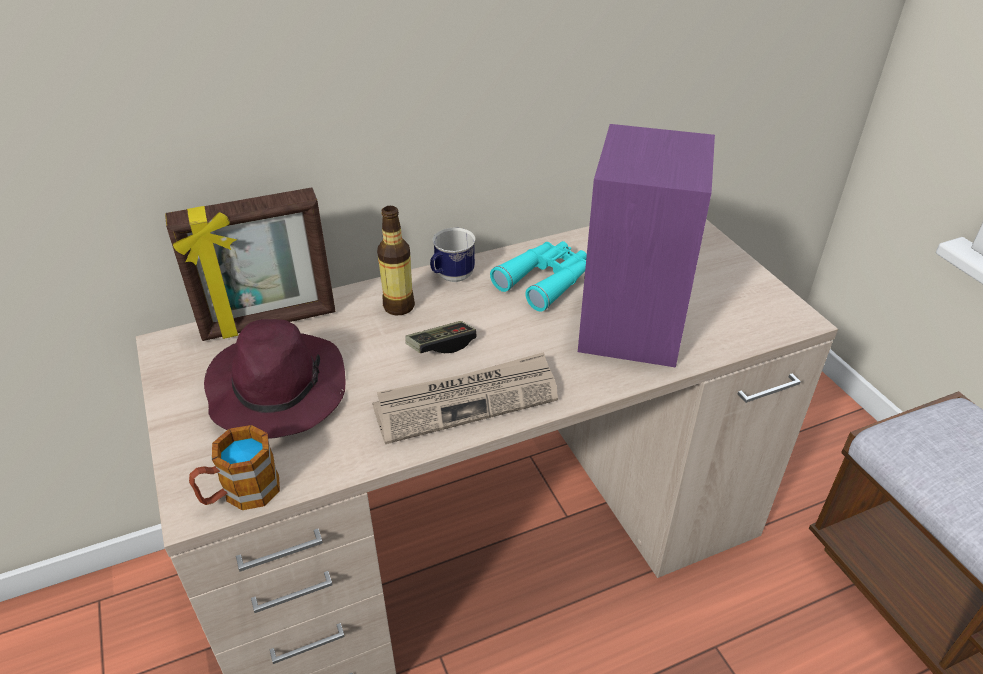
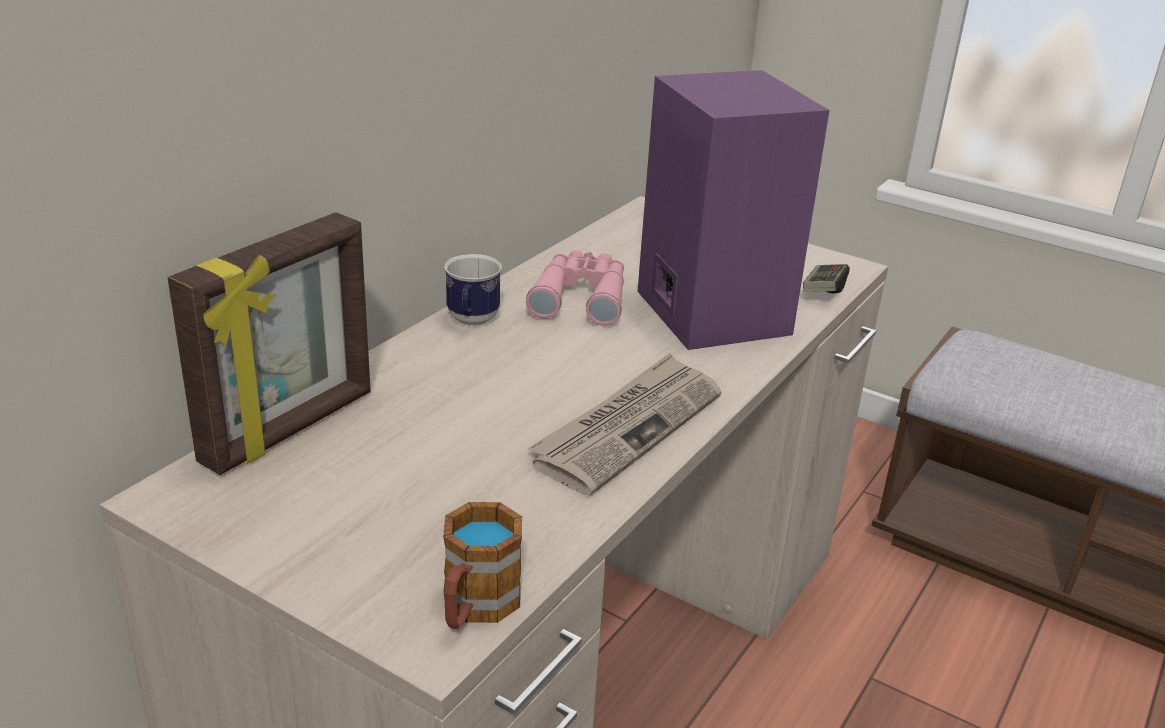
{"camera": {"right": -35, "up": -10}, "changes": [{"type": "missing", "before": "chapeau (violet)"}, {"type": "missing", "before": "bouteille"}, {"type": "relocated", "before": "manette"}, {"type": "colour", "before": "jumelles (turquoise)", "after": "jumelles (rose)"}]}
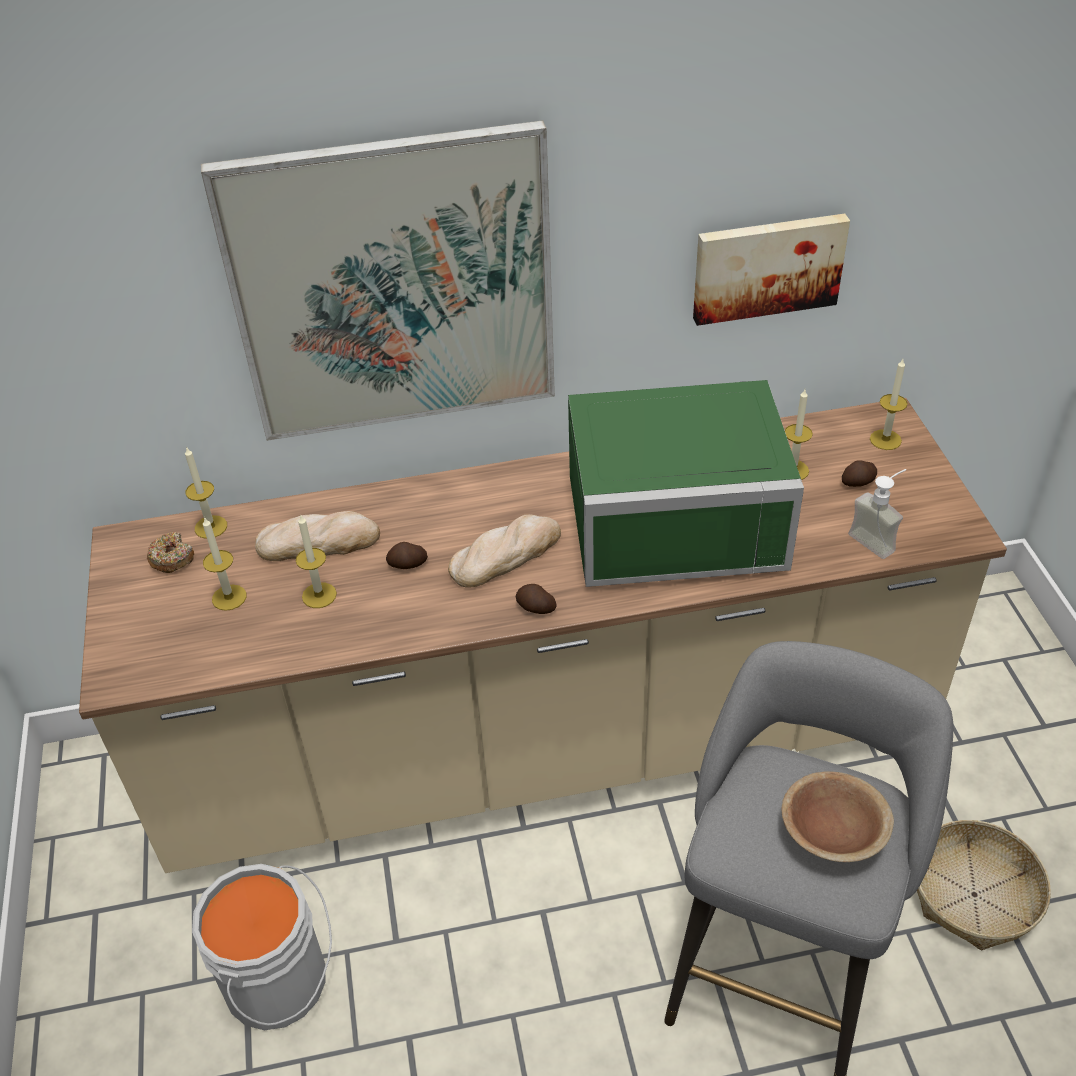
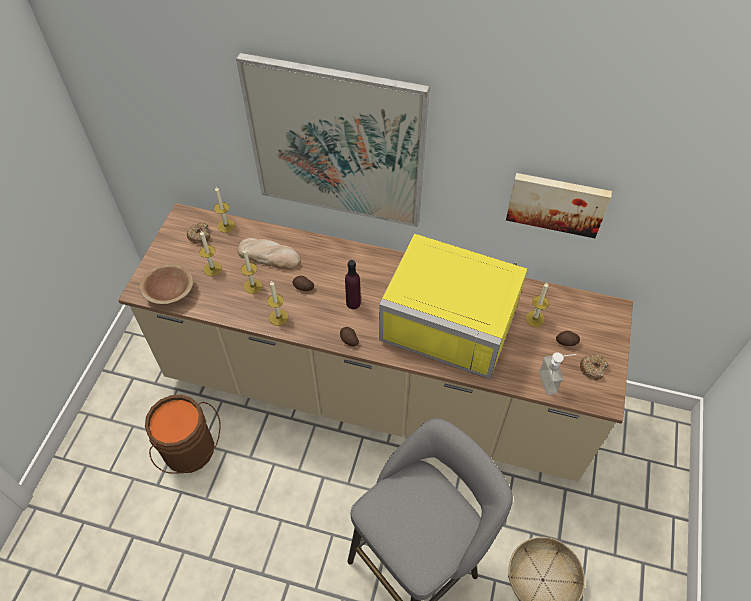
{"camera": {"right": 25, "up": 10}, "changes": [{"type": "appeared", "after": "beignet (no. 2 from left)"}, {"type": "relocated", "before": "bol (marron)"}, {"type": "relocated", "before": "bougie (no. 5 from left in the first image)", "after": "bougie (no. 4 from left)"}, {"type": "exchanged", "before": "pain (no. 2 from left)", "after": "bouteille (violet)"}, {"type": "colour", "before": "seau (gris)", "after": "seau (marron)"}, {"type": "colour", "before": "micro-ondes (vert)", "after": "micro-ondes (jaune)"}]}
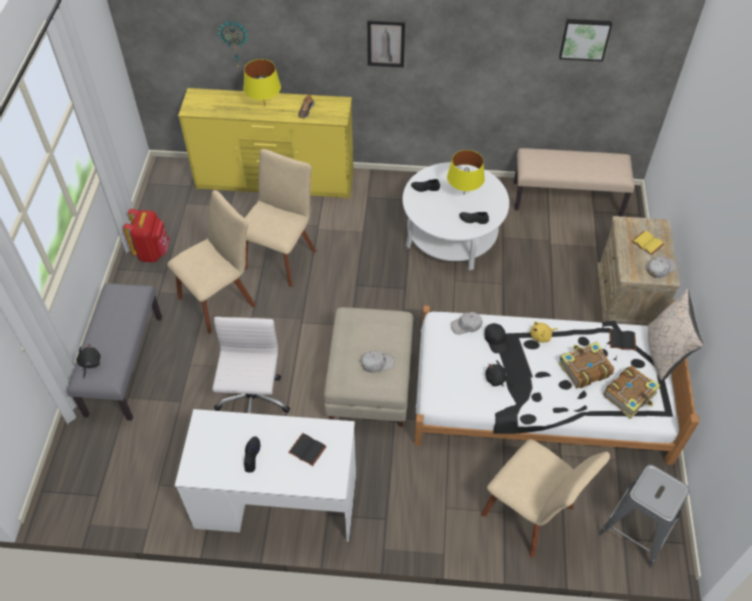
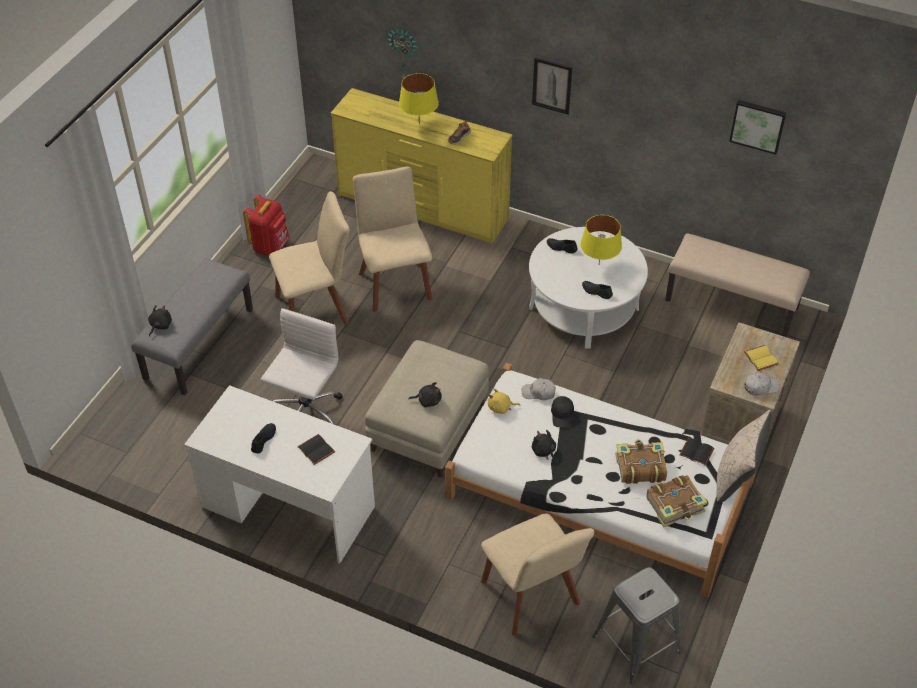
{"camera": {"right": 20, "up": -5}, "changes": [{"type": "relocated", "before": "peluche (jaune)"}, {"type": "exchanged", "before": "casquette (blanc) (no. 1 from left)", "after": "peluche (noir) (no. 2 from left)"}, {"type": "spun", "before": "chaise (beige) (no. 2 from left)", "turn": -60}]}
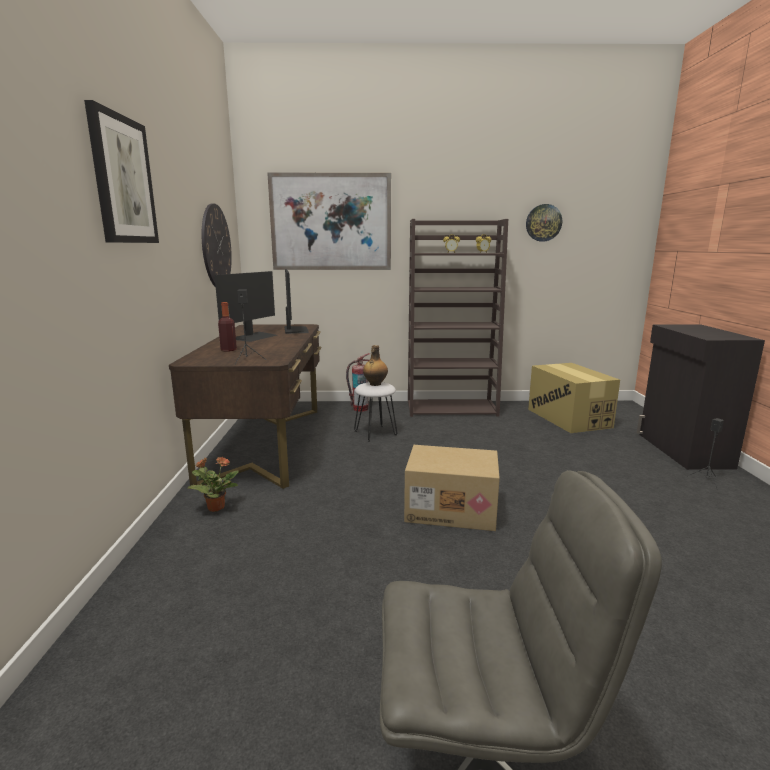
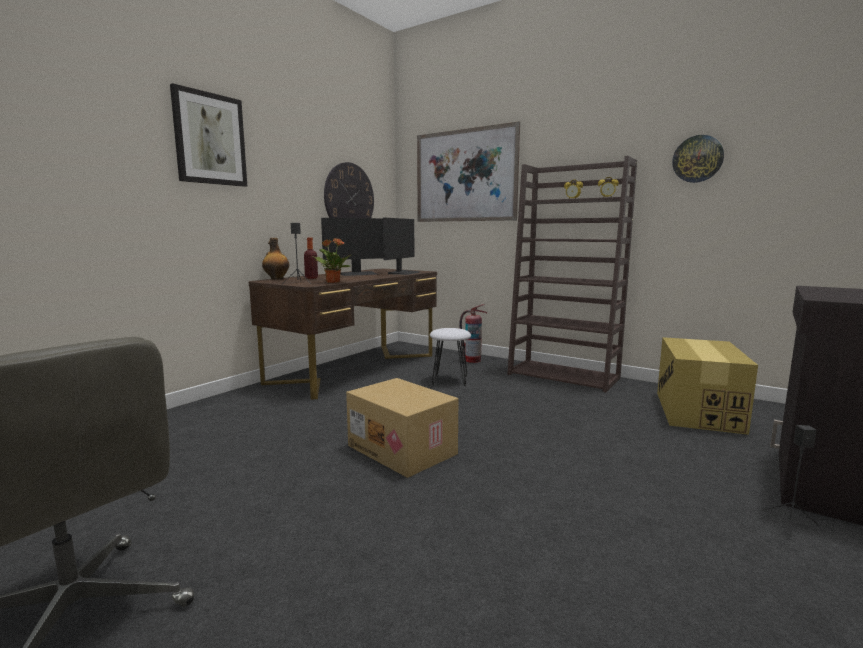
{"camera": {"right": 35, "up": -5}, "changes": [{"type": "relocated", "before": "plante en pot"}, {"type": "relocated", "before": "bouteille (no. 2 from left in the first image)", "after": "bouteille (no. 1 from left)"}]}
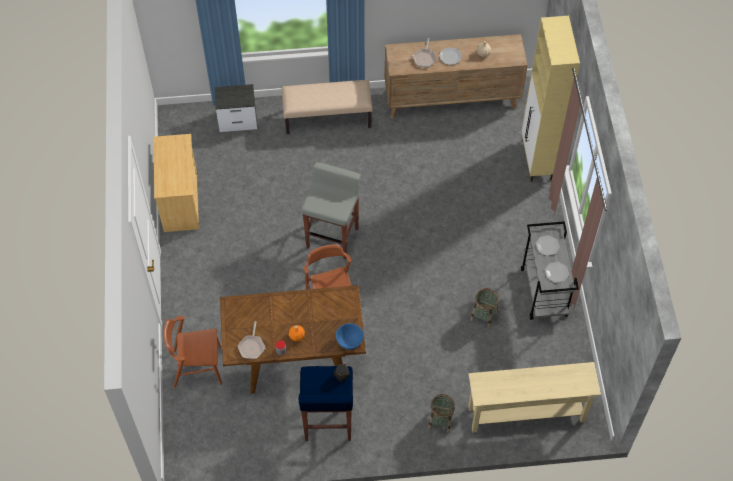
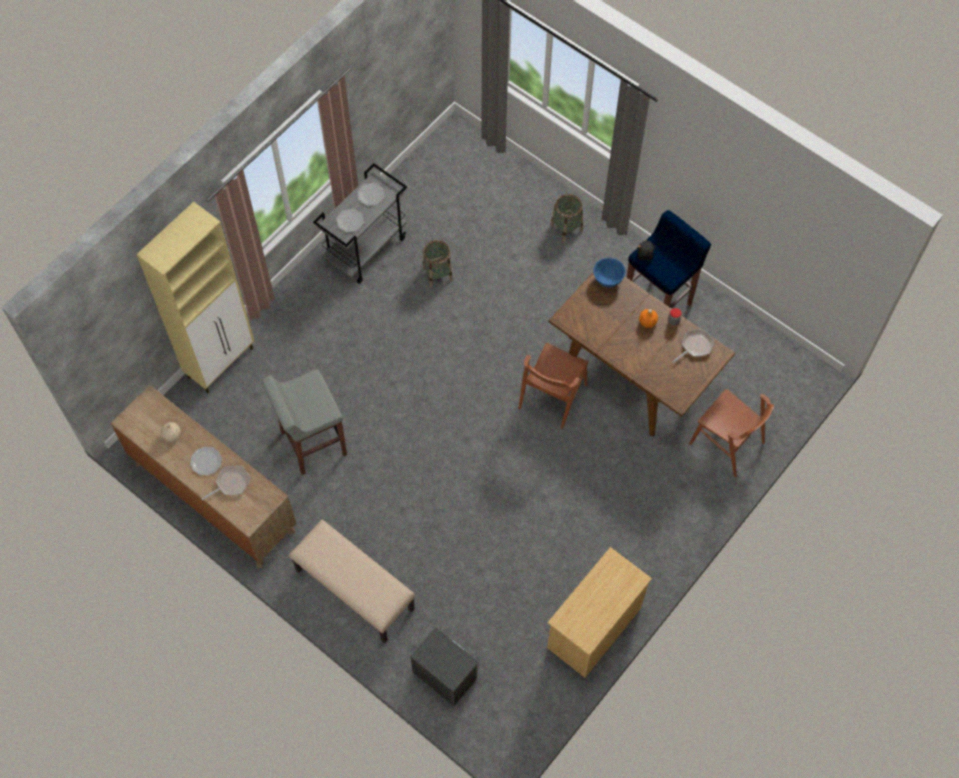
{"camera": {"right": -135, "up": 5}, "changes": [{"type": "missing", "before": "table console (beige)"}, {"type": "relocated", "before": "tabouret (gris)"}]}
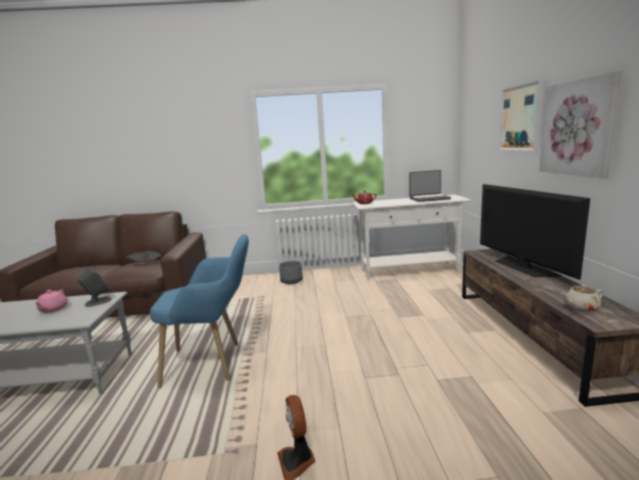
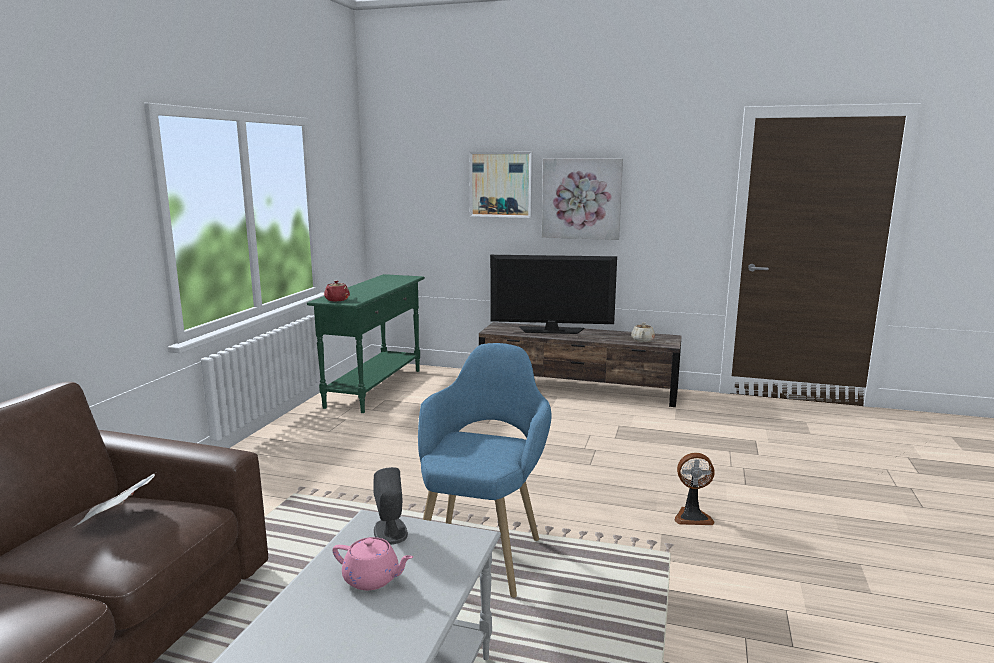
{"camera": {"right": -70, "up": 0}, "changes": [{"type": "missing", "before": "cache-pot (gris)"}, {"type": "missing", "before": "ordinateur portable"}, {"type": "colour", "before": "table console (blanc)", "after": "table console (vert)"}]}
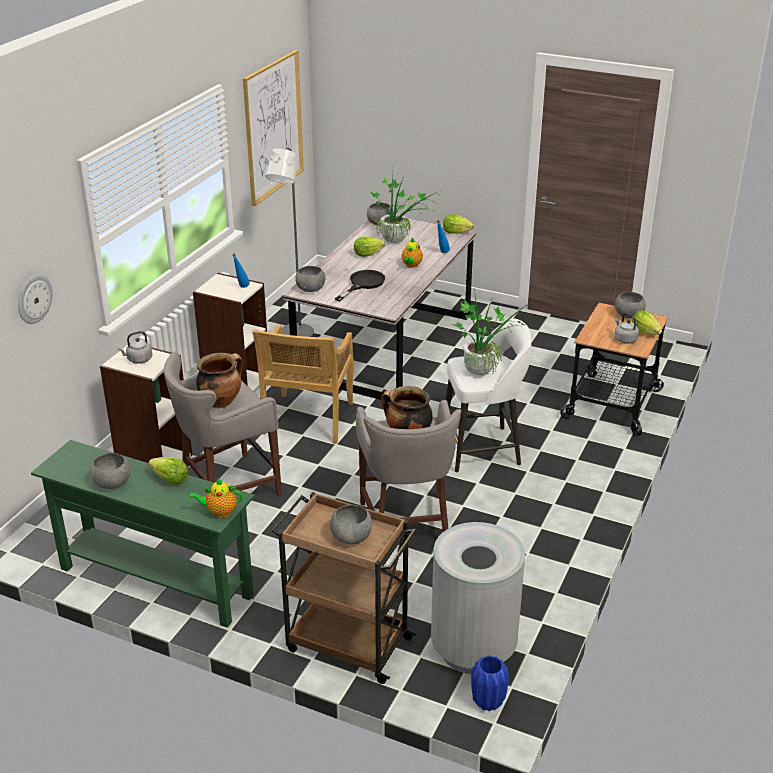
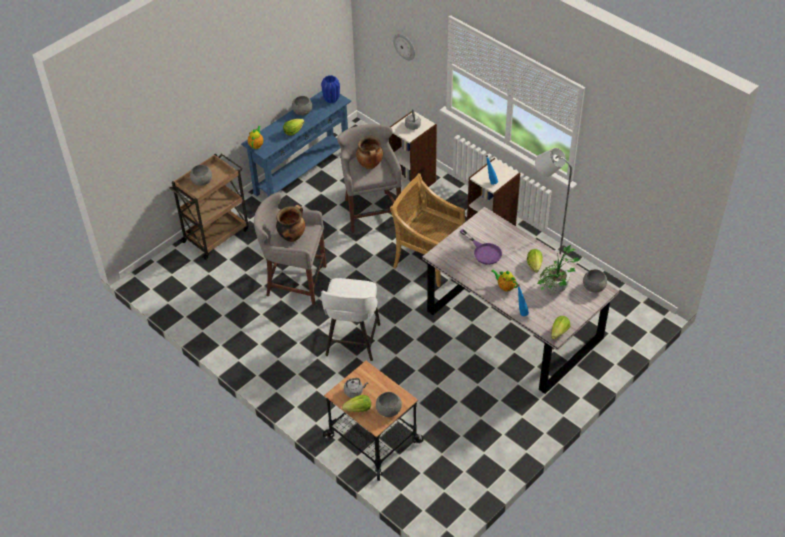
{"camera": {"right": 110, "up": 15}, "changes": [{"type": "missing", "before": "tableau"}, {"type": "missing", "before": "bol (gris) (no. 2 from left)"}, {"type": "missing", "before": "poubelle (gris)"}, {"type": "missing", "before": "plante en pot (no. 2 from left)"}, {"type": "relocated", "before": "vase (bleu)"}, {"type": "colour", "before": "table console (vert)", "after": "table console (bleu)"}, {"type": "colour", "before": "poêle (noir)", "after": "poêle (violet)"}]}
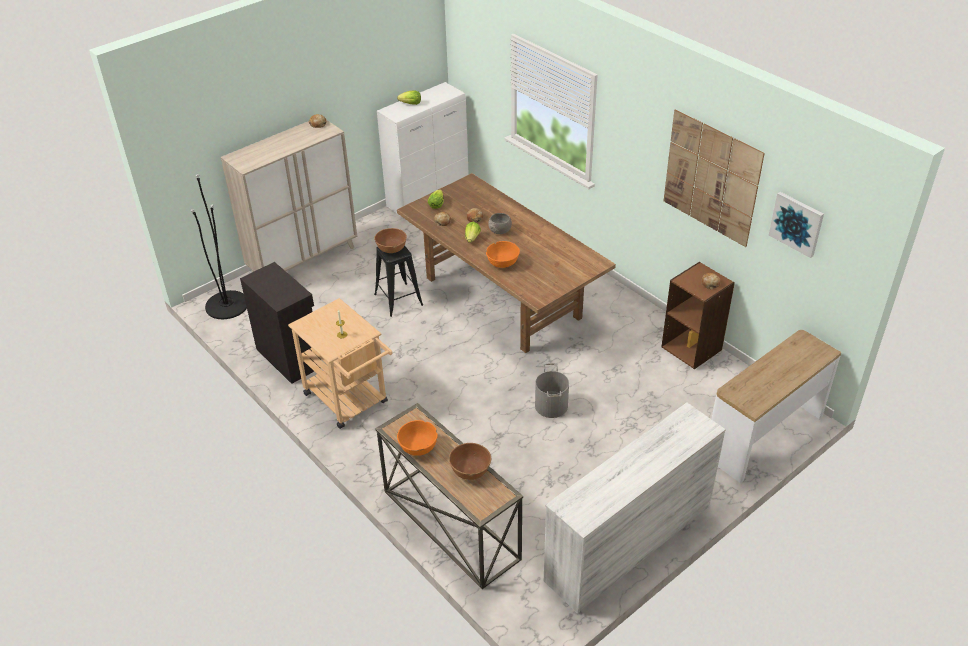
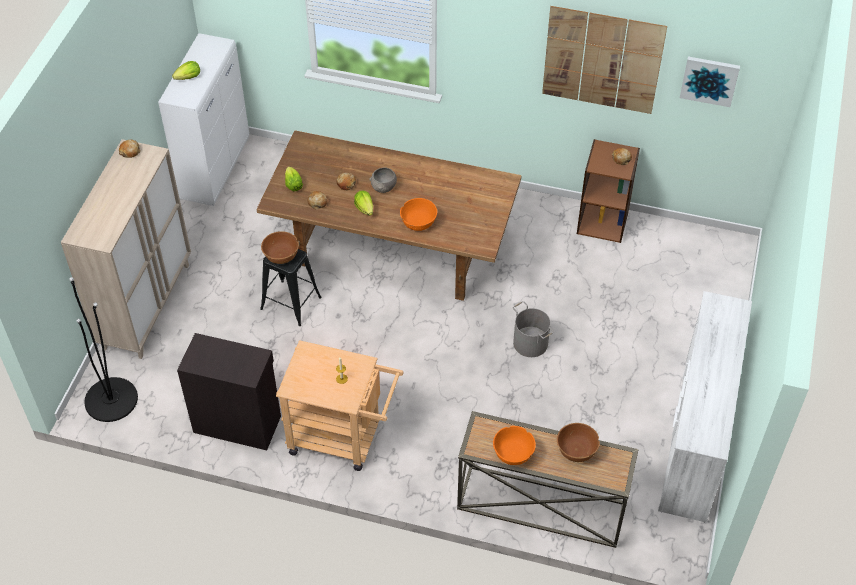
{"camera": {"right": -35, "up": 10}, "changes": [{"type": "missing", "before": "table console (no. 2 from left)"}]}
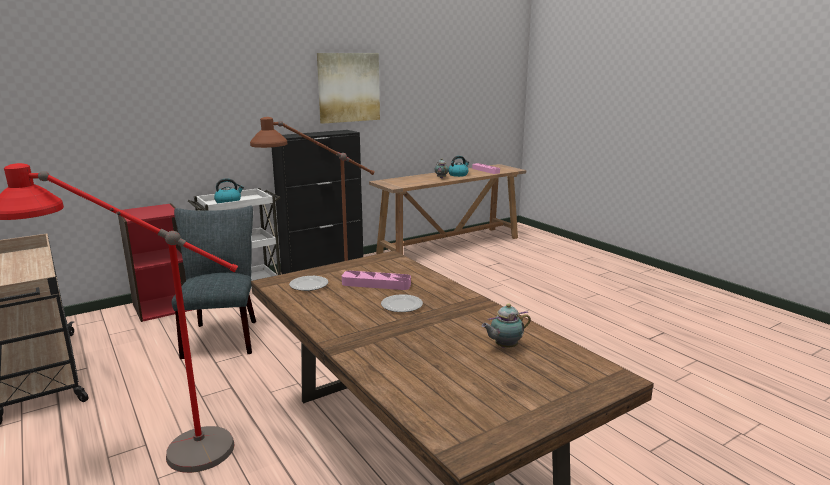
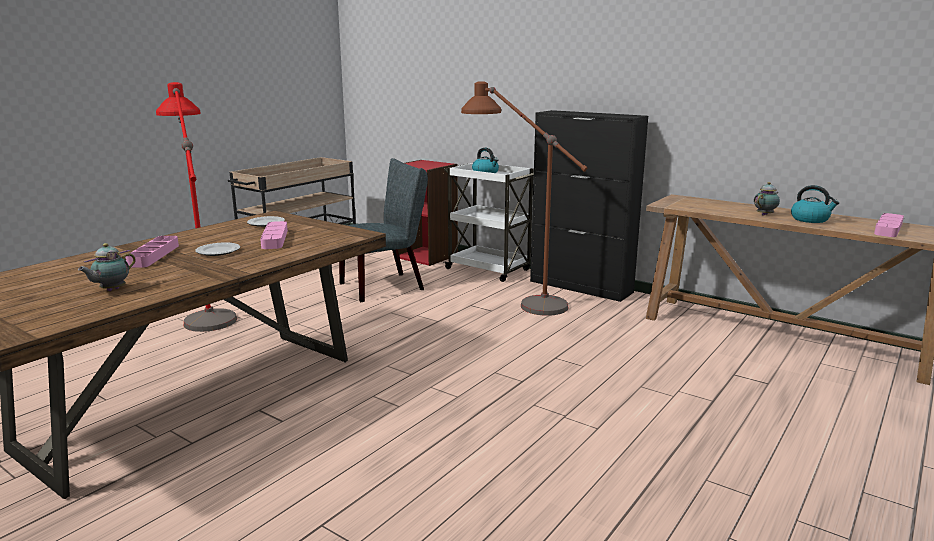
{"camera": {"right": 70, "up": 0}, "changes": [{"type": "missing", "before": "tableau"}, {"type": "appeared", "after": "plateau (rose) (no. 1 from left)"}, {"type": "spun", "before": "théière (no. 2 from left in the first image)", "turn": -105}]}
